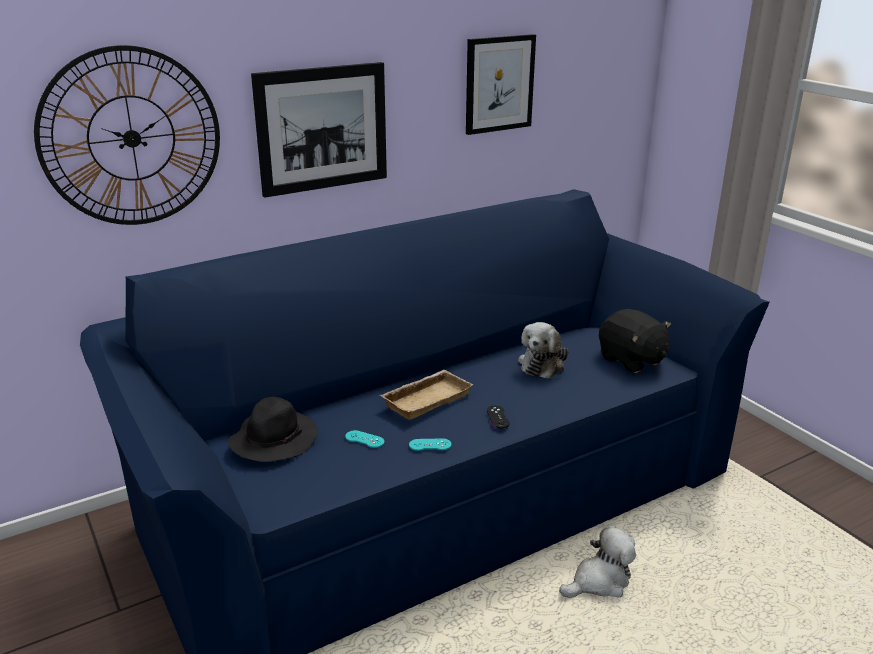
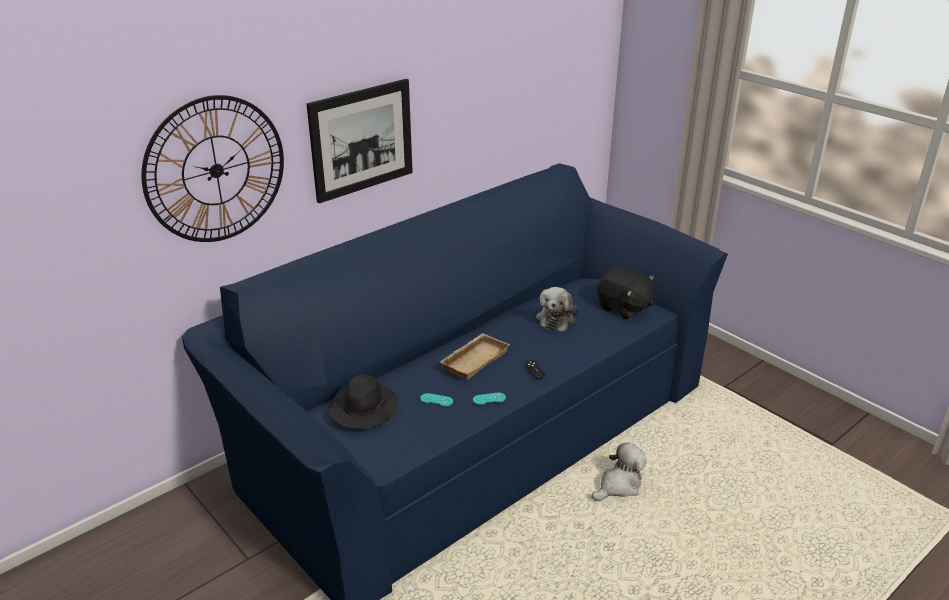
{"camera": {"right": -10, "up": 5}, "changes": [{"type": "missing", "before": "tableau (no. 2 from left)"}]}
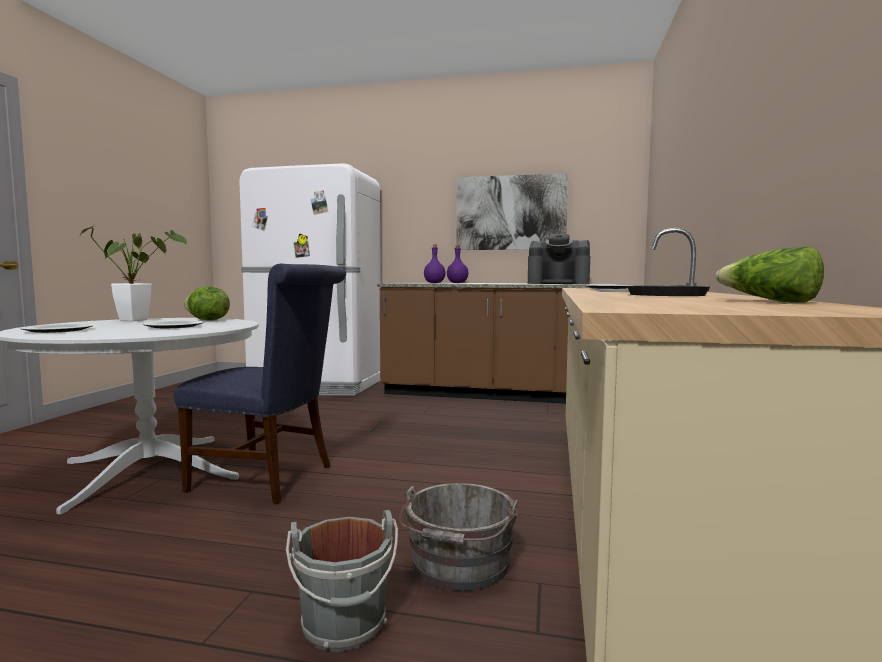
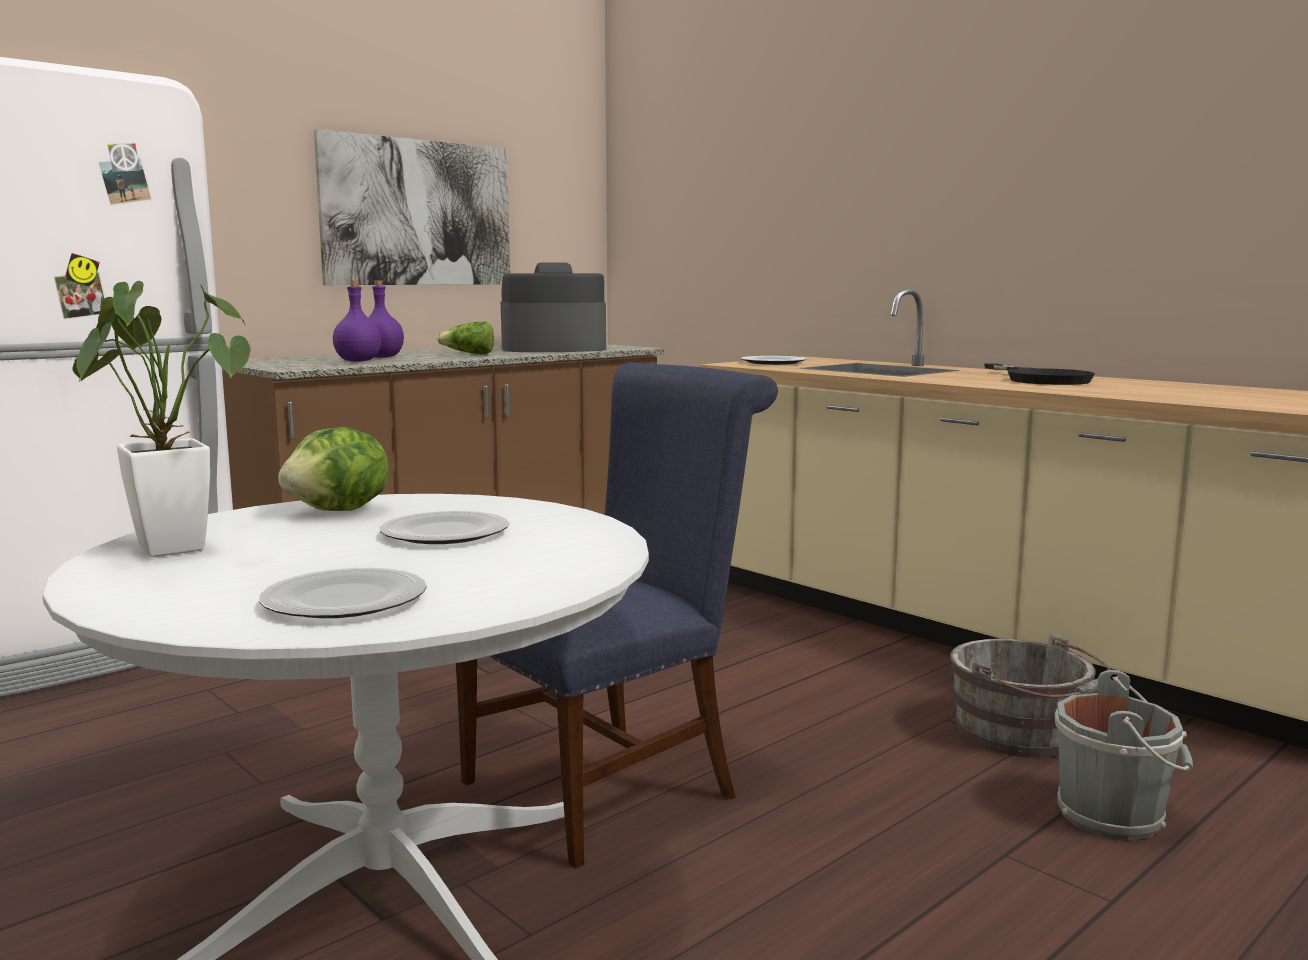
{"camera": {"right": -55, "up": 5}, "changes": [{"type": "relocated", "before": "laitue (no. 2 from left)"}, {"type": "spun", "before": "machine à café", "turn": -150}]}
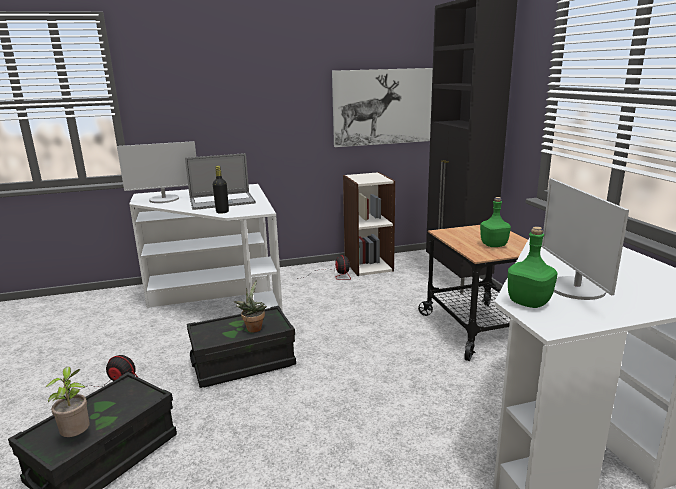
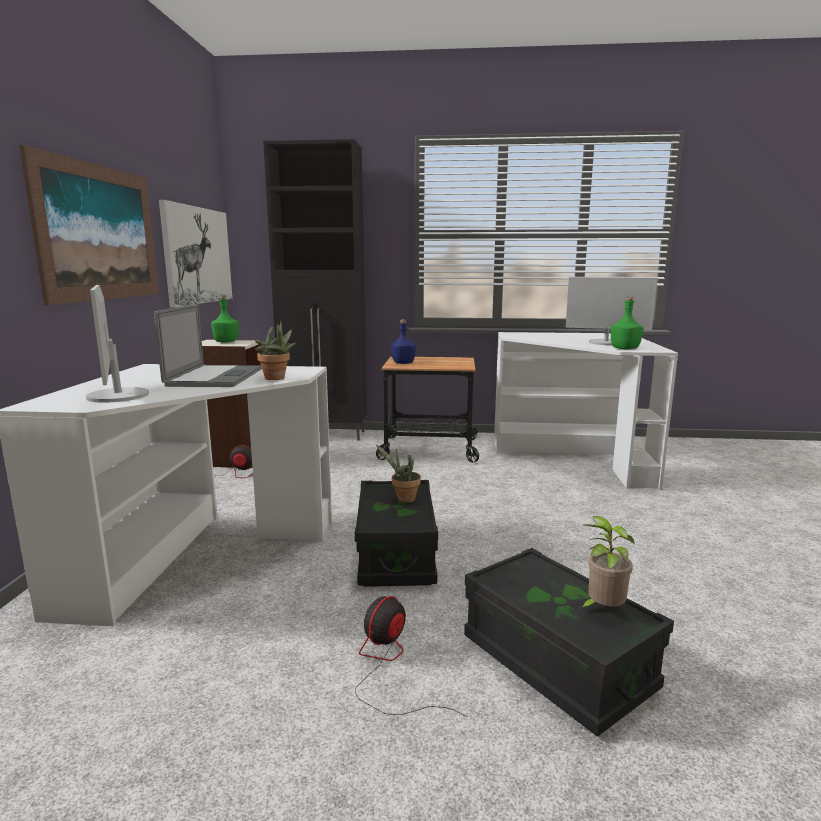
{"camera": {"right": -70, "up": -5}, "changes": [{"type": "appeared", "after": "tableau (no. 1 from left)"}, {"type": "appeared", "after": "bouteille (bleu)"}, {"type": "relocated", "before": "bouteille (vert) (no. 1 from left)"}, {"type": "exchanged", "before": "bouteille (noir)", "after": "plante en pot (no. 1 from left)"}, {"type": "spun", "before": "écran d'ordinateur (no. 1 from left)", "turn": 150}]}
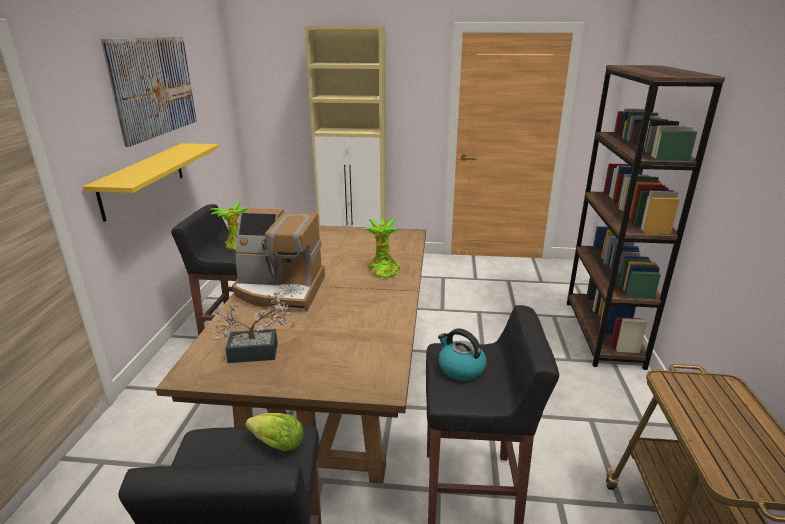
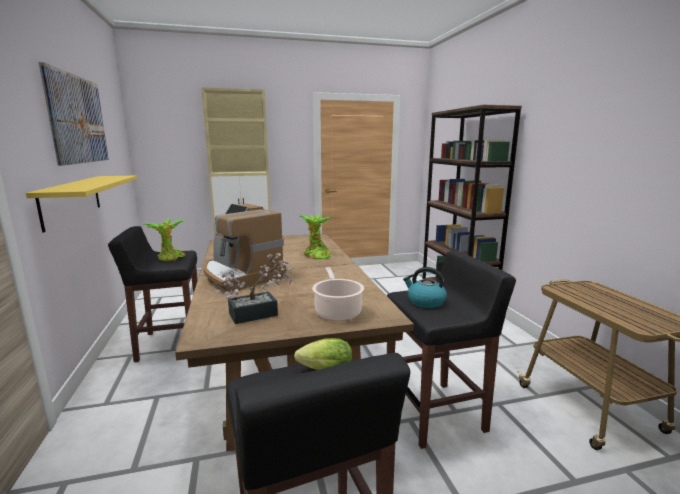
{"camera": {"right": -20, "up": -10}, "changes": [{"type": "appeared", "after": "marmite"}, {"type": "spun", "before": "machine à café", "turn": 60}]}
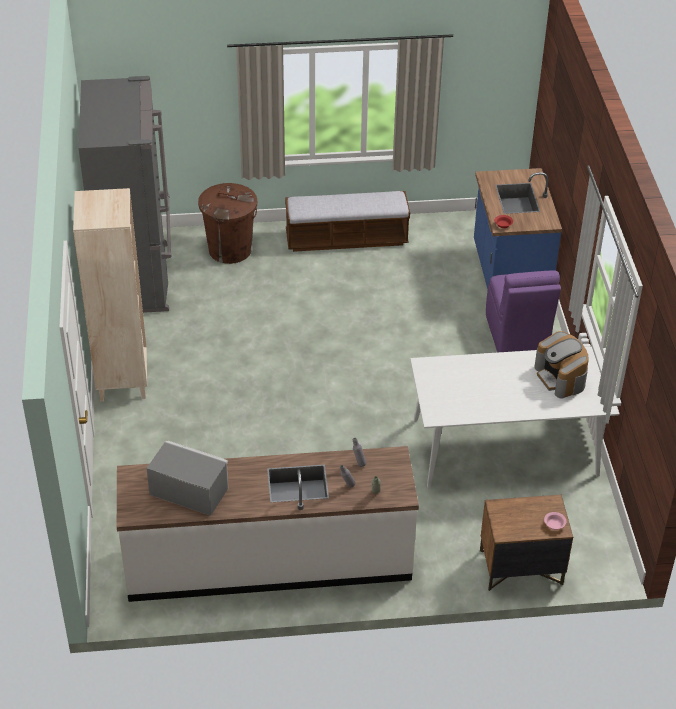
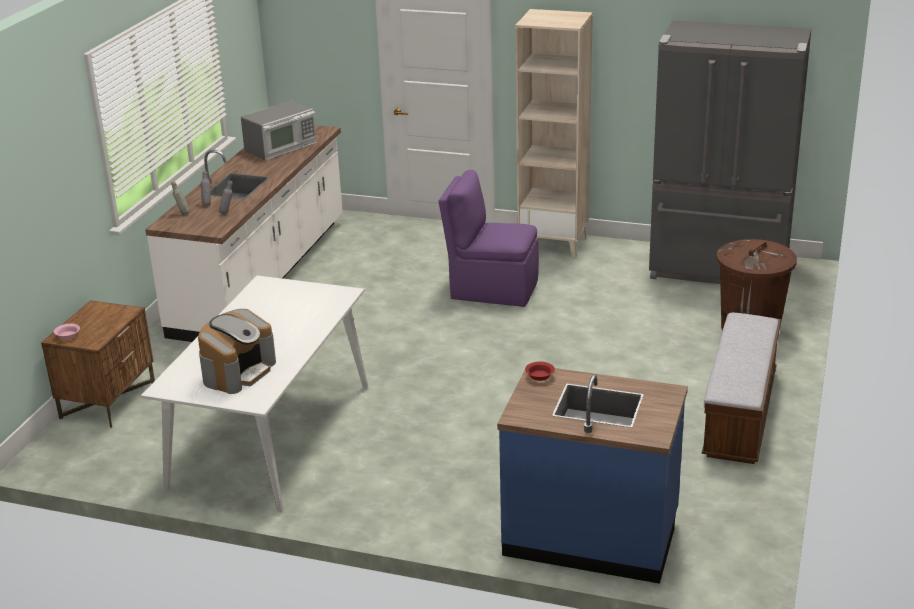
{"camera": {"right": 115, "up": -15}, "changes": [{"type": "relocated", "before": "chaise (violet)"}, {"type": "spun", "before": "machine à café", "turn": 120}]}
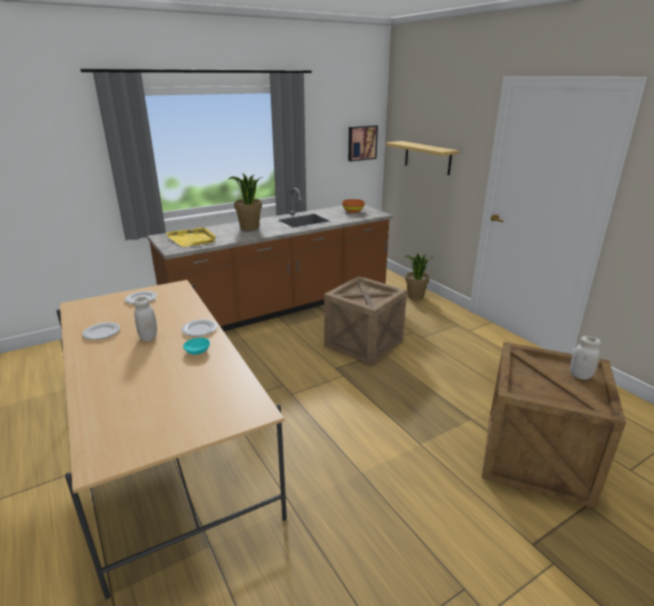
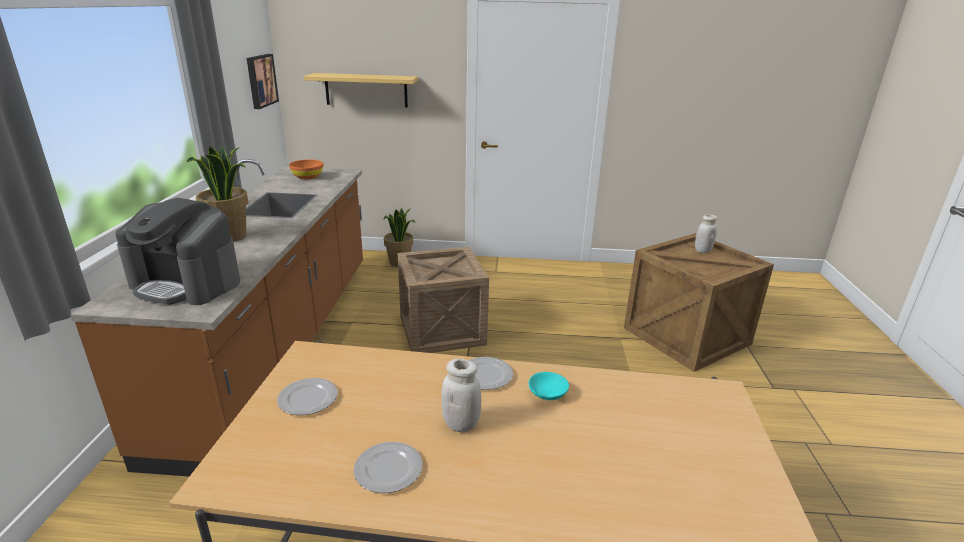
{"camera": {"right": -55, "up": 0}, "changes": [{"type": "exchanged", "before": "plateau (jaune)", "after": "machine à café"}]}
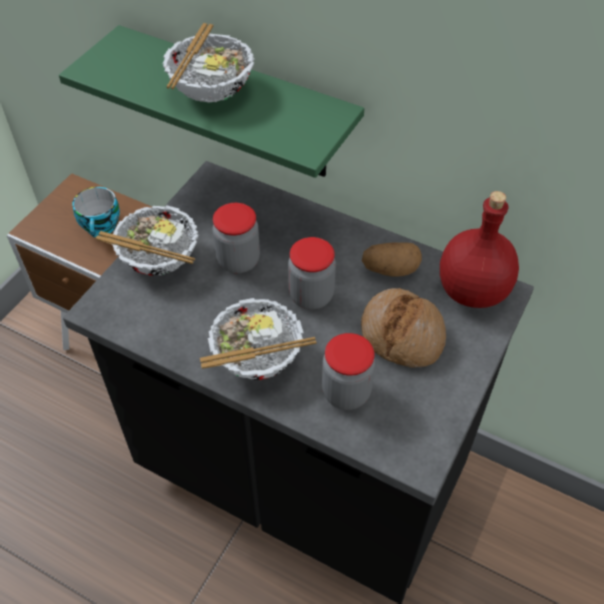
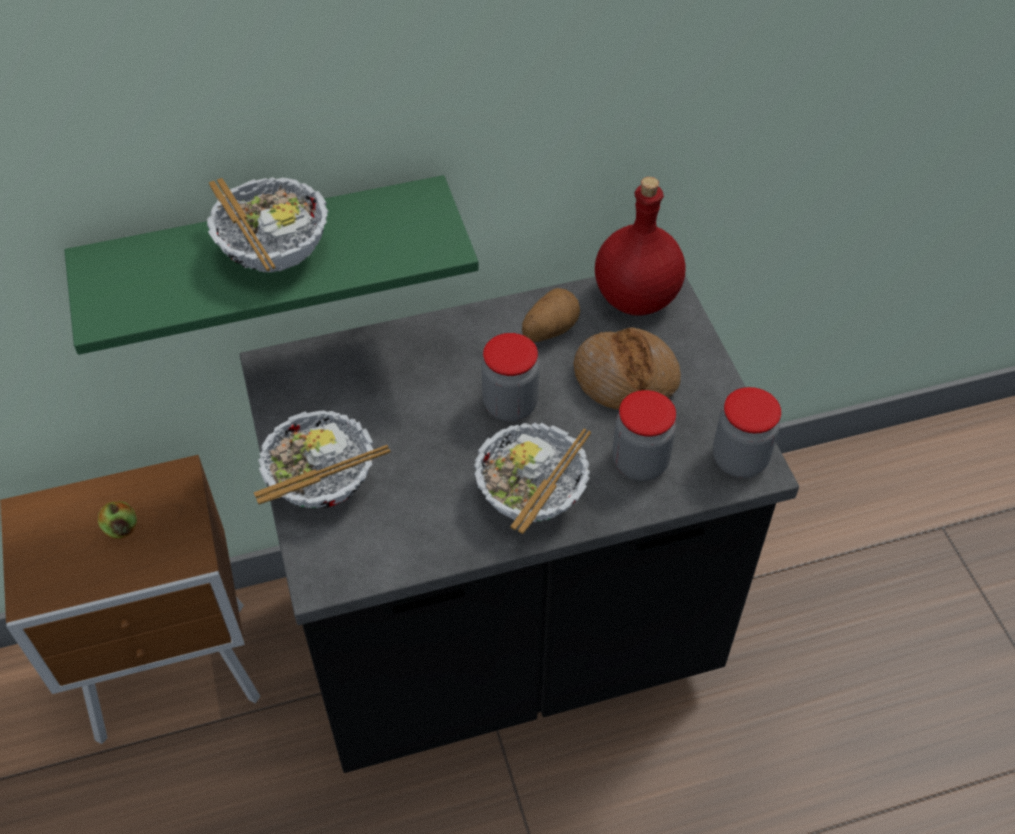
{"camera": {"right": -45, "up": 0}, "changes": [{"type": "relocated", "before": "bocal (no. 1 from left in the first image)", "after": "bocal (no. 3 from left)"}, {"type": "exchanged", "before": "tasse", "after": "pomme"}]}
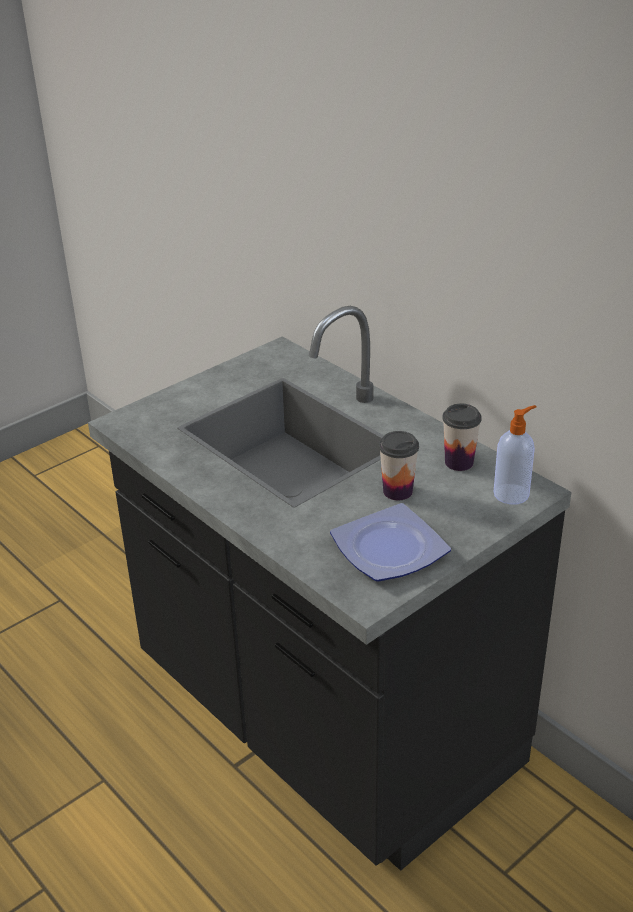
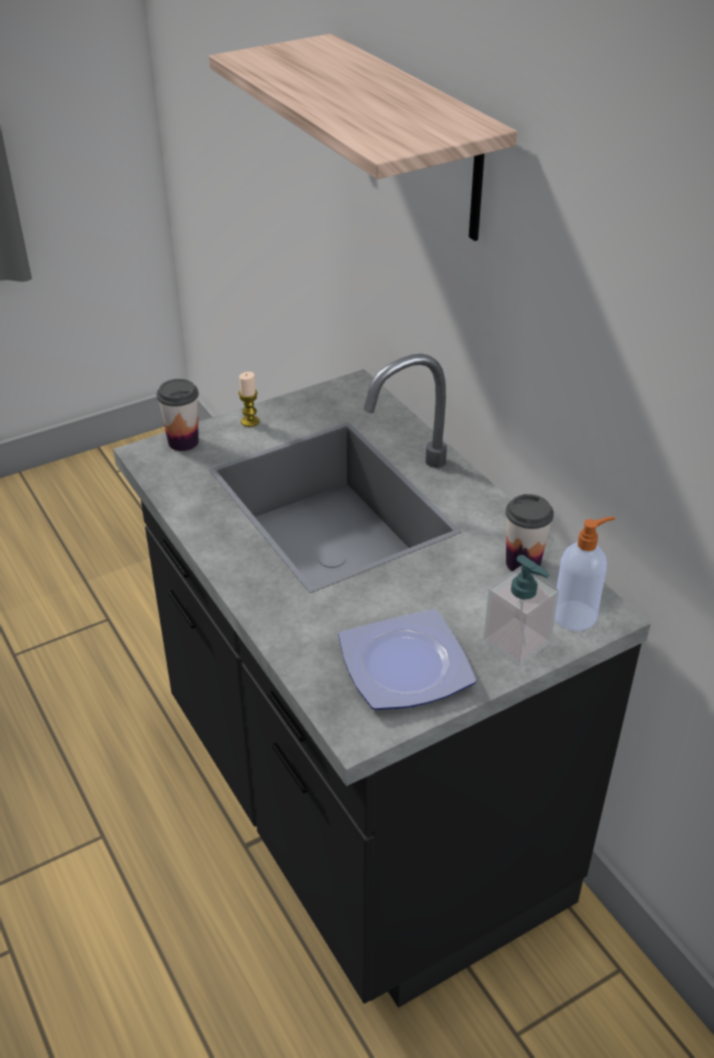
{"camera": {"right": 10, "up": 5}, "changes": [{"type": "appeared", "after": "étagère"}, {"type": "appeared", "after": "bougie"}, {"type": "appeared", "after": "distributeur de savon (no. 1 from left)"}, {"type": "relocated", "before": "tasse (no. 1 from left)"}]}
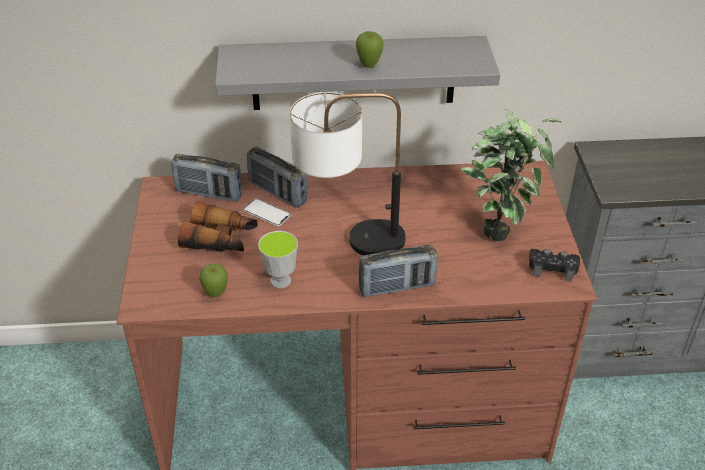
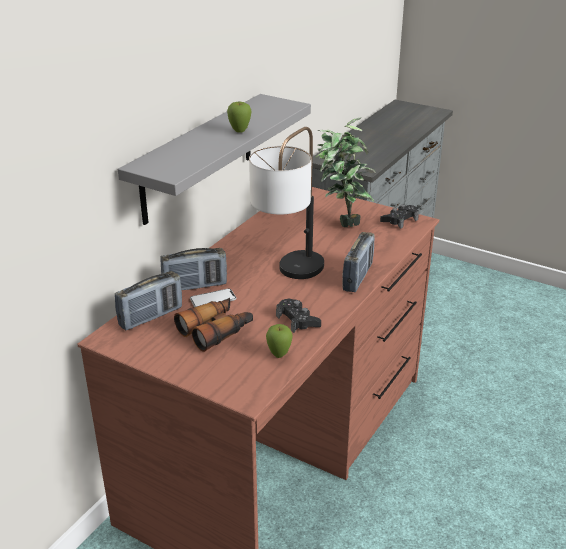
{"camera": {"right": -55, "up": -10}, "changes": [{"type": "exchanged", "before": "tasse", "after": "manette (noir) (no. 1 from left)"}]}
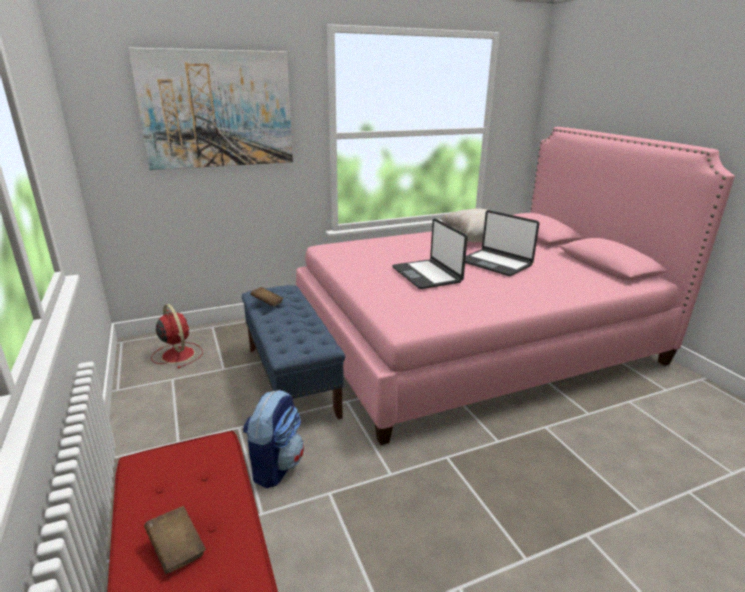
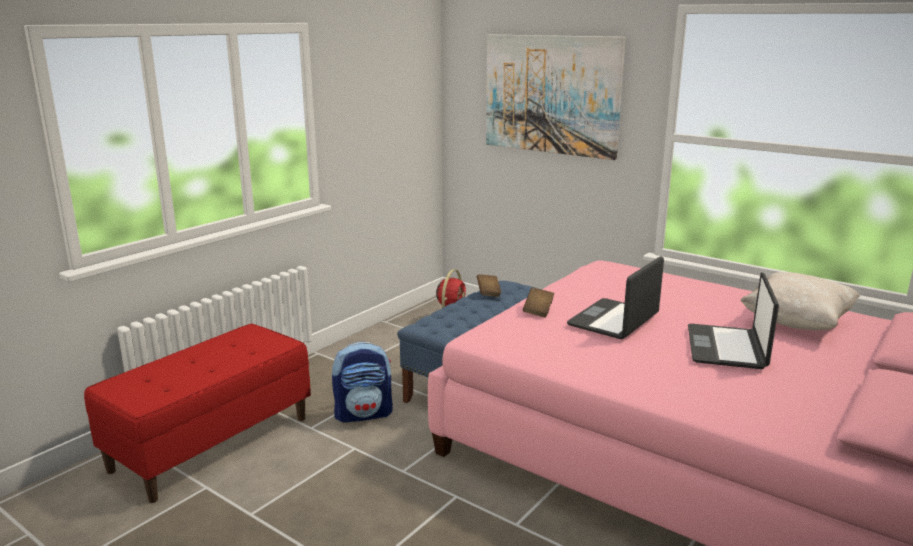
{"camera": {"right": 60, "up": -5}, "changes": [{"type": "relocated", "before": "livre (marron) (no. 1 from left in the first image)", "after": "livre (marron) (no. 2 from left)"}]}
